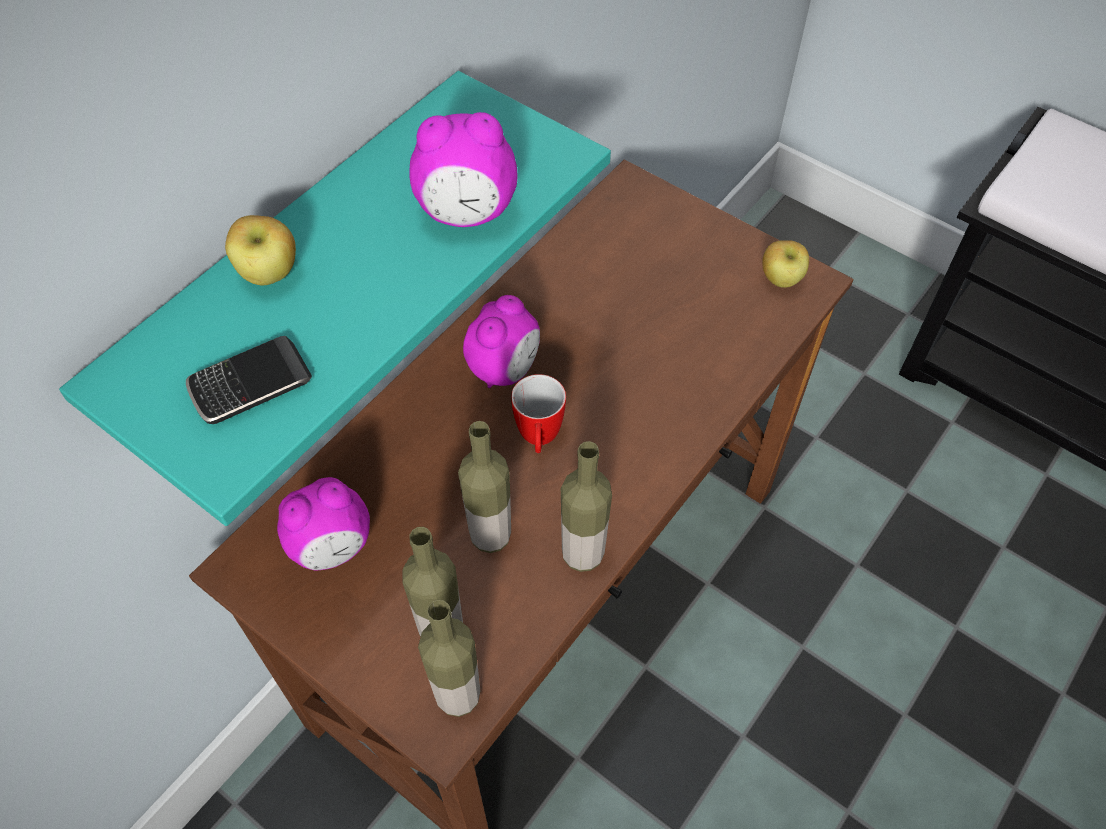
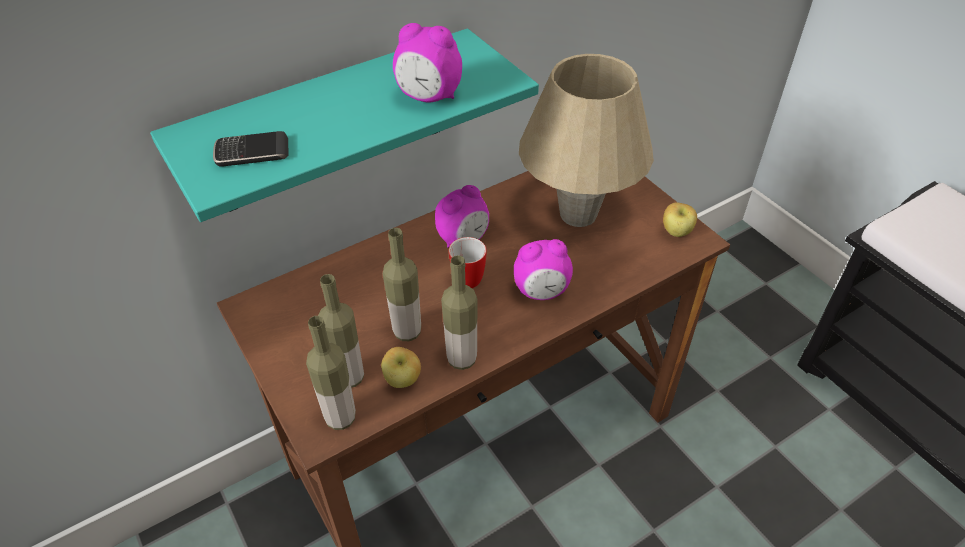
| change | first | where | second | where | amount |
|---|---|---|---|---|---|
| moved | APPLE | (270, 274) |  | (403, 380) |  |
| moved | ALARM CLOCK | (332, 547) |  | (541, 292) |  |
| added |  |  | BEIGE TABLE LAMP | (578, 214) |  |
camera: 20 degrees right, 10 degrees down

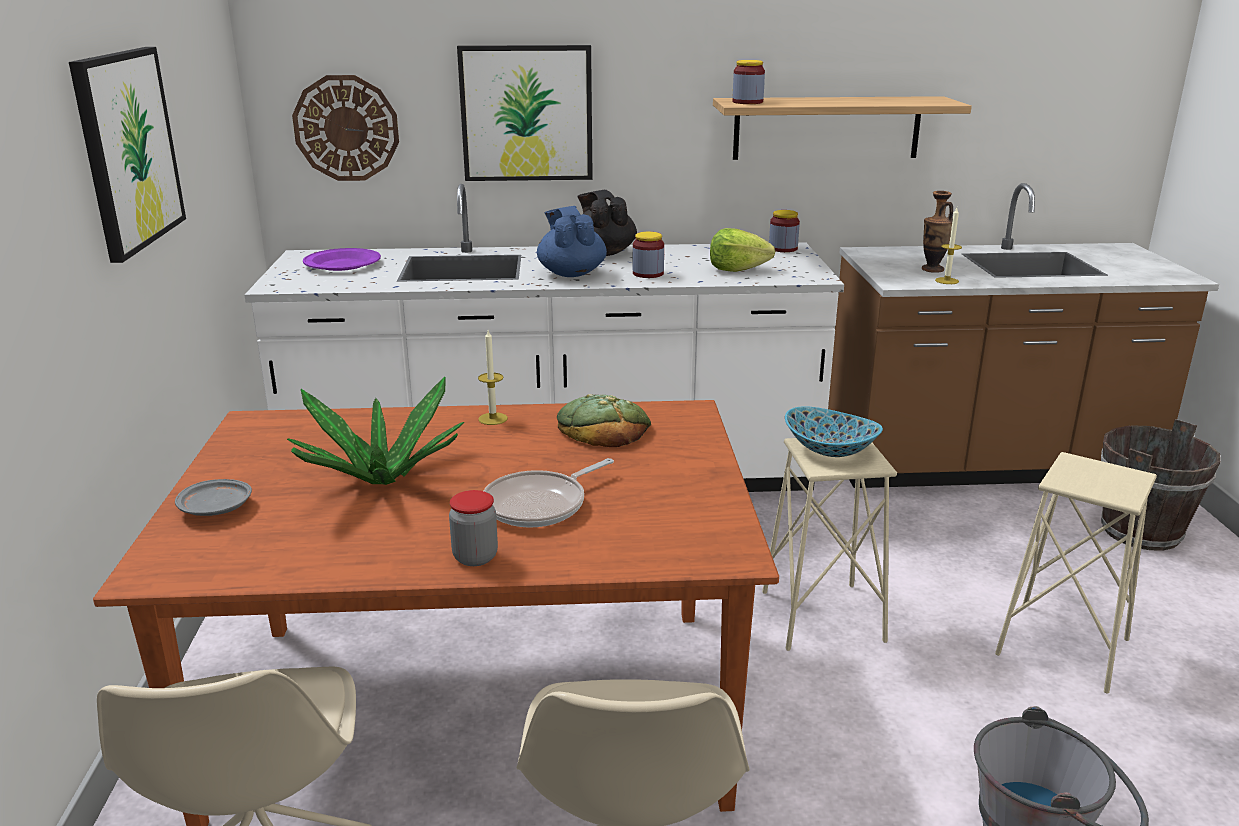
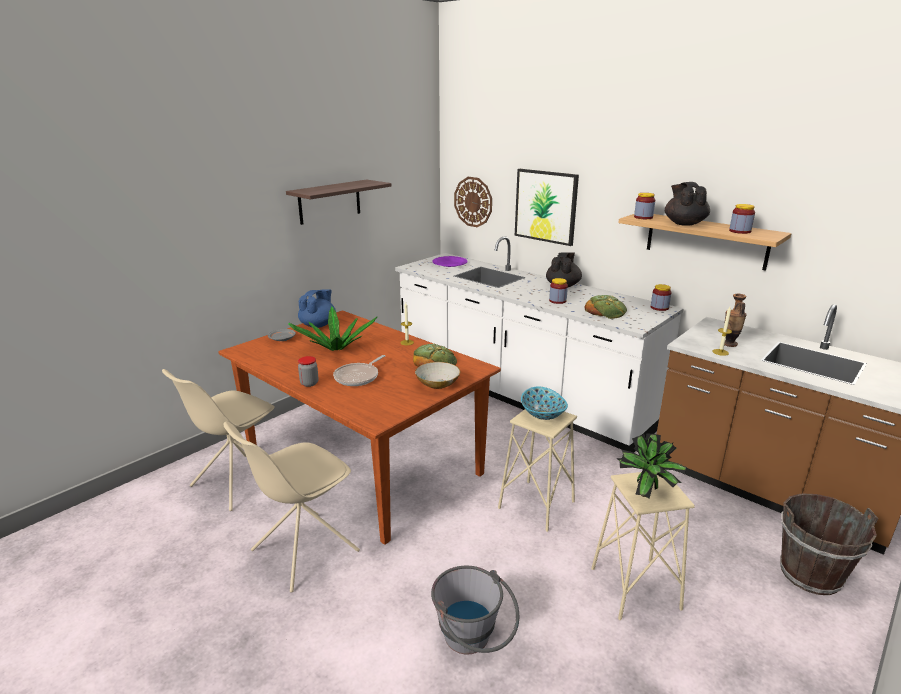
| change | first | where | second | where | amount |
|---|---|---|---|---|---|
| replaced | PICTURE | (128, 149) | SHELF | (329, 201) |  |
| turned | FRYING PAN | (540, 505) |  | (358, 377) | 60 degrees counterclockwise |
| moved | BLUE TEAPOT | (571, 273) |  | (318, 325) |  |
| replaced | LETTUCE | (737, 269) | BREAD | (605, 311) |  |
| added |  |  | BOWL | (437, 384) |  |
| added |  |  | POTTED PLANT | (647, 497) |  |
| added |  |  | BLACK TEAPOT | (684, 223) |  |
| added |  |  | JAR | (740, 231) |  |
camera: 45 degrees right, 0 degrees up

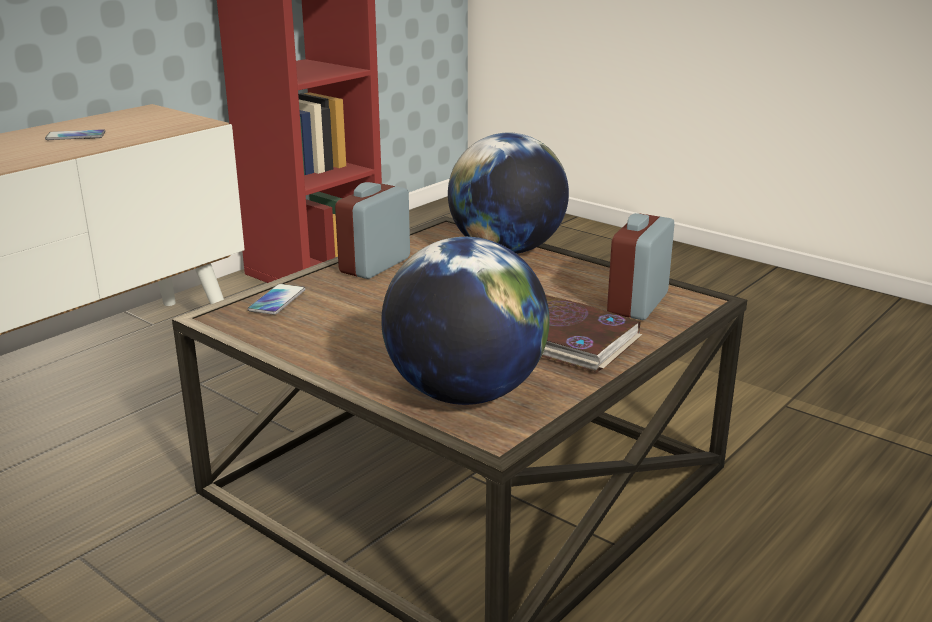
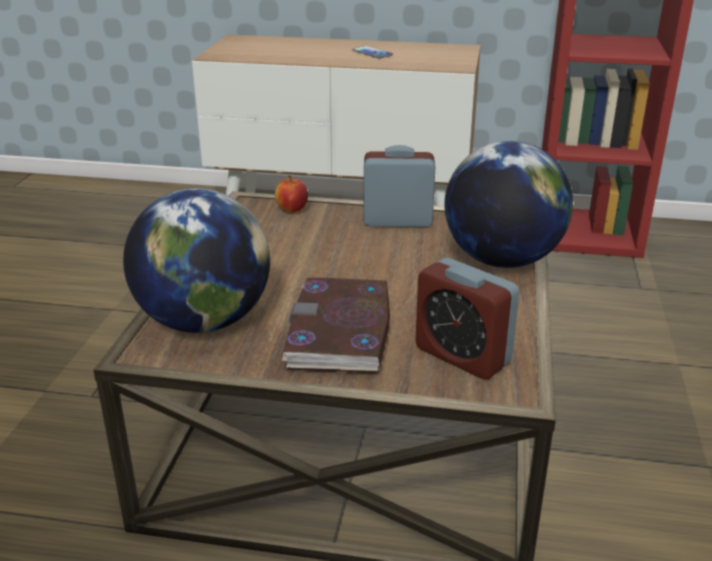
| change | first | where | second | where | amount |
|---|---|---|---|---|---|
| replaced | PHONE | (277, 300) | APPLE | (292, 209) |  |
| turned | ALARM CLOCK | (637, 304) |  | (462, 355) | 135 degrees counterclockwise |
camera: 60 degrees right, 5 degrees up

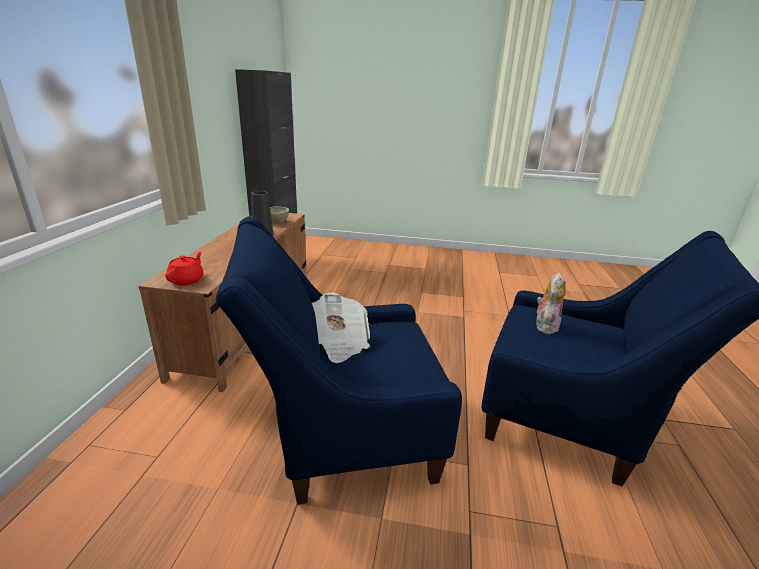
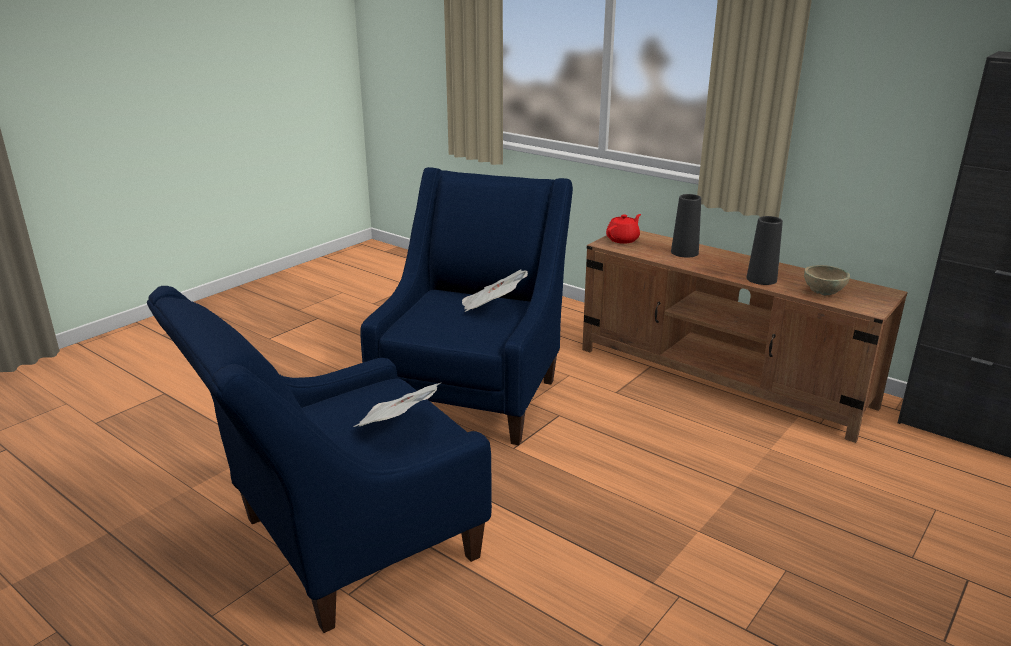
| change | first | where | second | where | amount |
|---|---|---|---|---|---|
| turned | RED TEAPOT | (187, 280) |  | (623, 239) | 90 degrees counterclockwise |
| replaced | PLUSH TOY | (545, 326) | NEWSPAPER | (398, 425) |  |
| added |  |  | BLACK VASE | (684, 252) |  |
camera: 120 degrees right, 0 degrees up

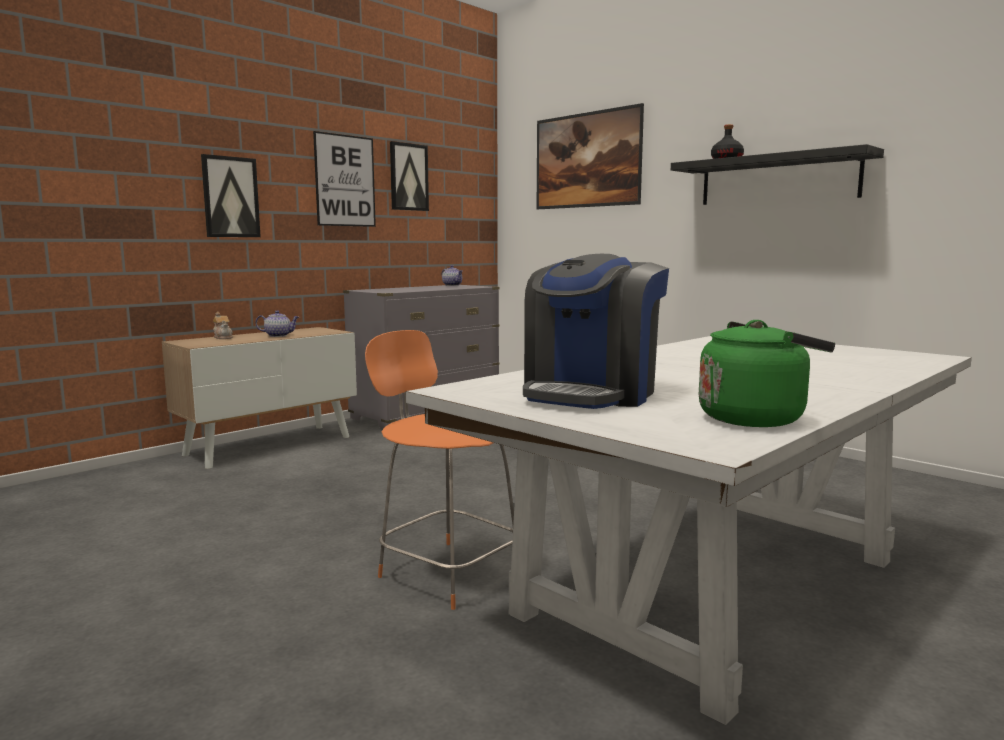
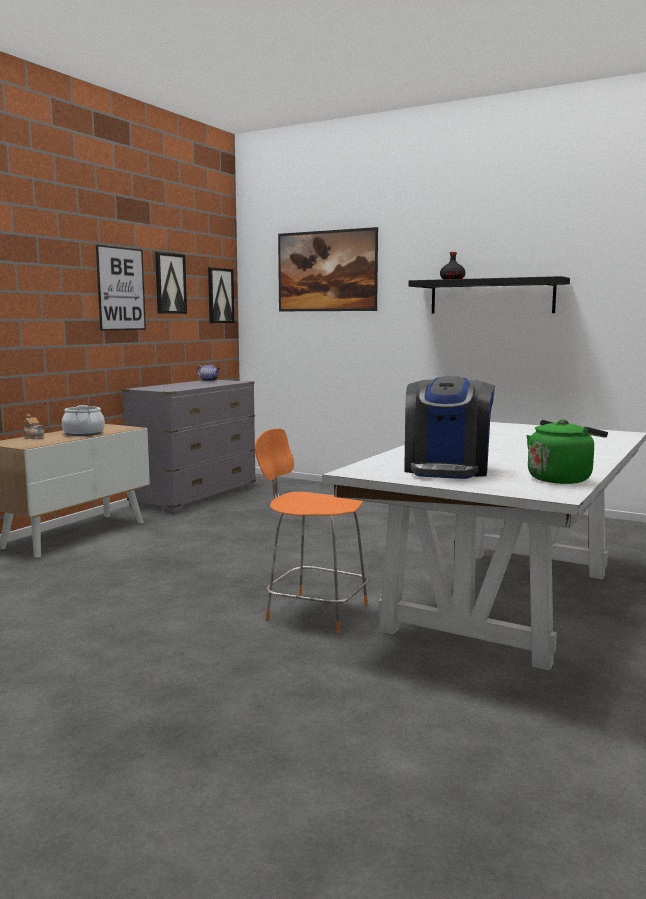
| change | first | where | second | where | amount |
|---|---|---|---|---|---|
| moved | PICTURE | (230, 197) |  | (220, 295) |  |
| replaced | TEAPOT | (278, 335) | COOKING POT | (83, 433) |  |
camera: 15 degrees left, 0 degrees up

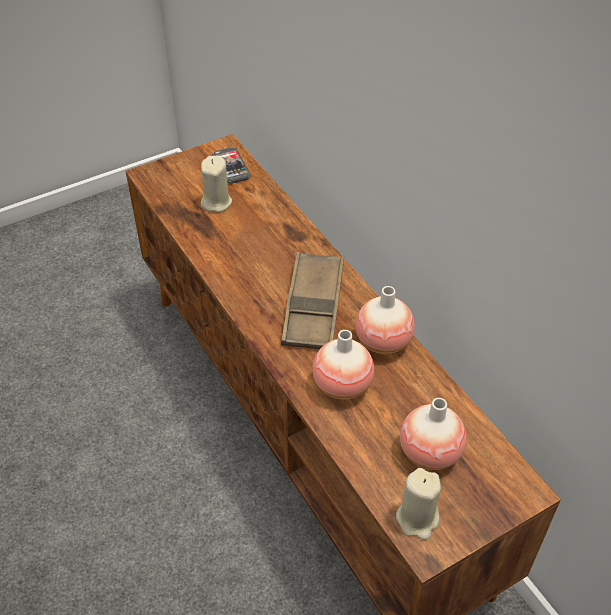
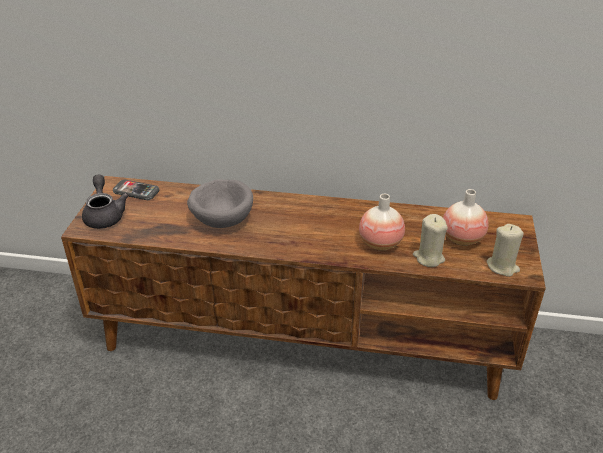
| change | first | where | second | where | amount |
|---|---|---|---|---|---|
| moved | BEIGE CANDLE | (216, 202) |  | (428, 258) |  |
| removed | BROWN TRAY | (313, 306) |  |  |  |
| removed | VASE | (383, 342) |  |  |  |
| added |  |  | GREY TEAPOT | (104, 215) |  |
| added |  |  | GREY BOWL | (222, 219) |  |
camera: 50 degrees left, 10 degrees down

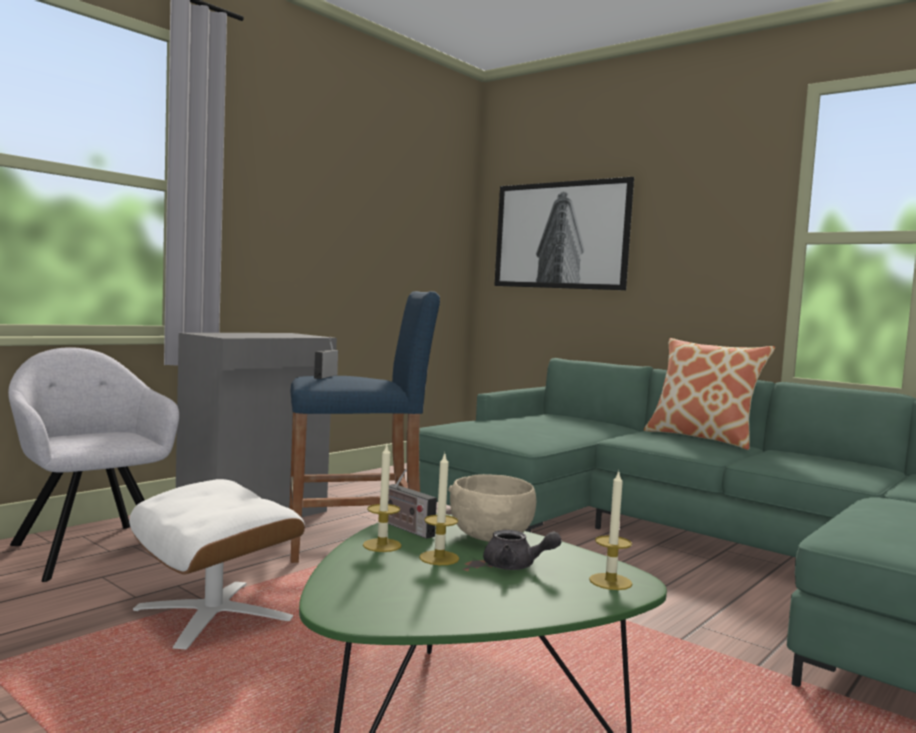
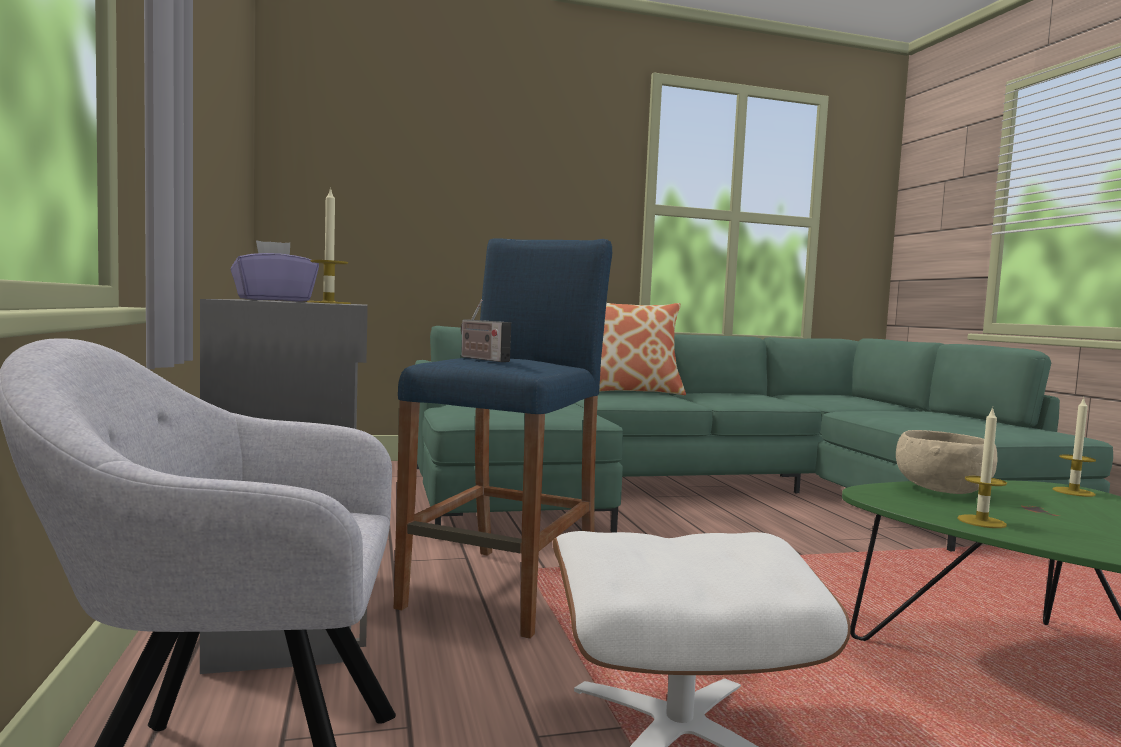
| change | first | where | second | where | amount |
|---|---|---|---|---|---|
| removed | RADIO | (405, 528) |  |  |  |
| moved | CANDLE | (439, 558) |  | (328, 303) |  |
| removed | GREY TEAPOT | (516, 566) |  |  |  |
| removed | PICTURE | (560, 235) |  |  |  |
| added |  |  | PURPLE TISSUE BOX | (274, 300) |  |
camera: 55 degrees left, 0 degrees up

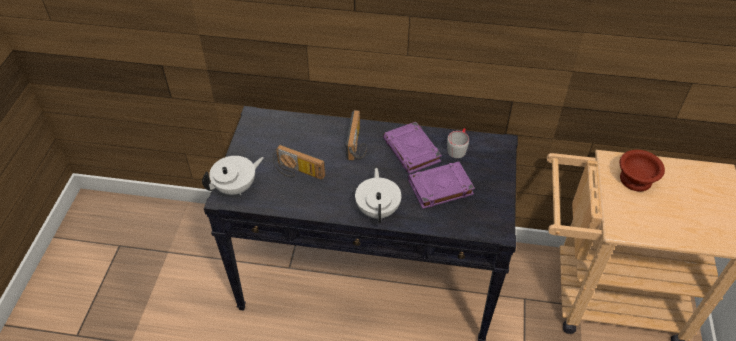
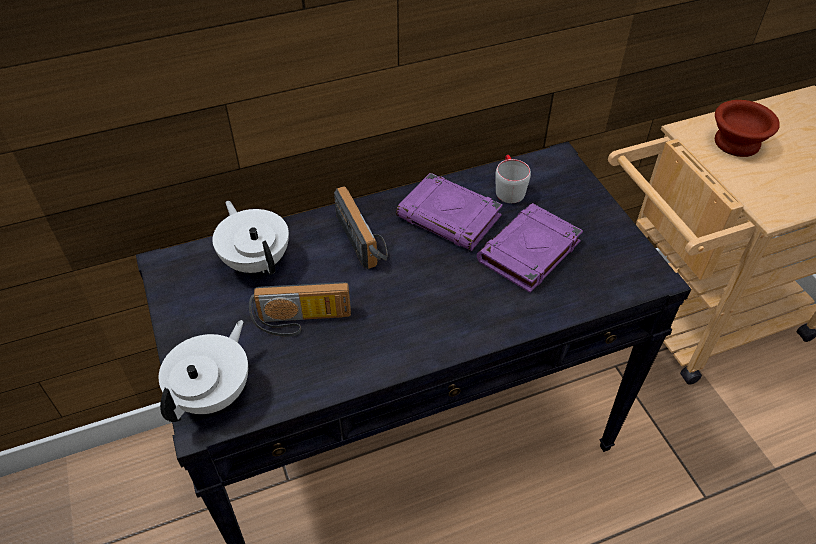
| change | first | where | second | where | amount |
|---|---|---|---|---|---|
| moved | WHITE TEAPOT | (378, 209) |  | (256, 260) |  |
camera: 30 degrees left, 0 degrees up

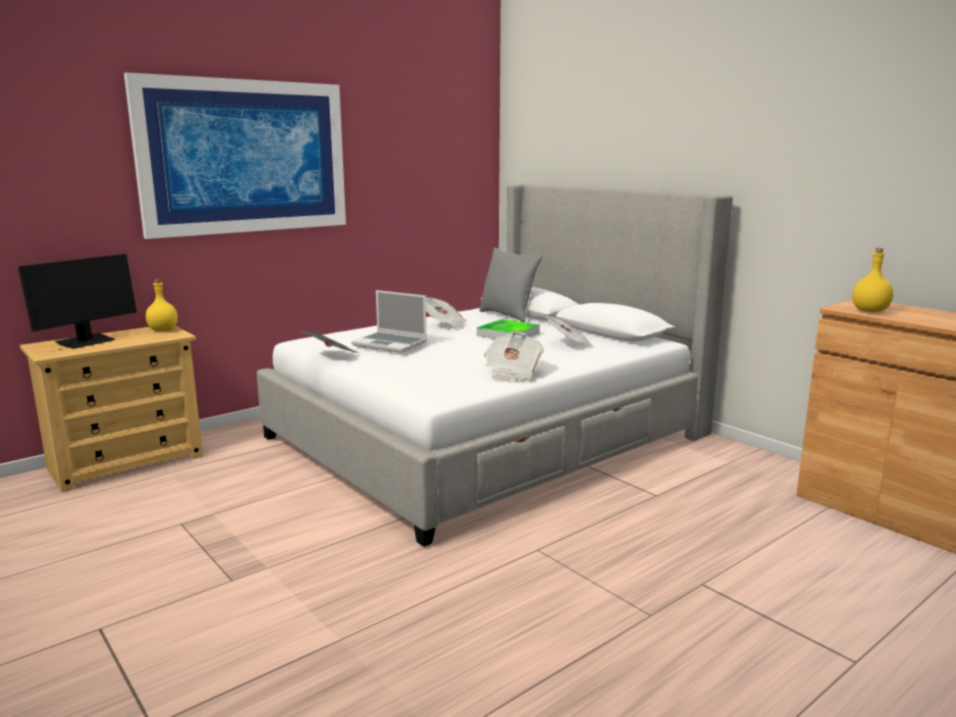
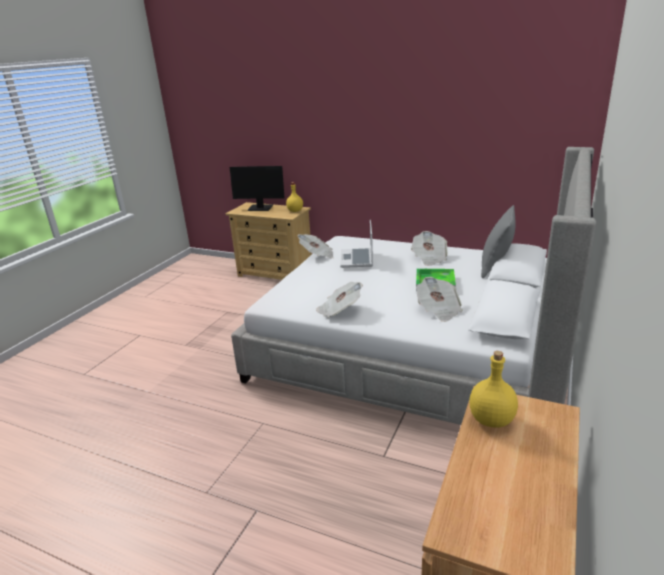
| change | first | where | second | where | amount |
|---|---|---|---|---|---|
| removed | PICTURE | (245, 157) |  |  |  |
camera: 65 degrees right, 10 degrees up

